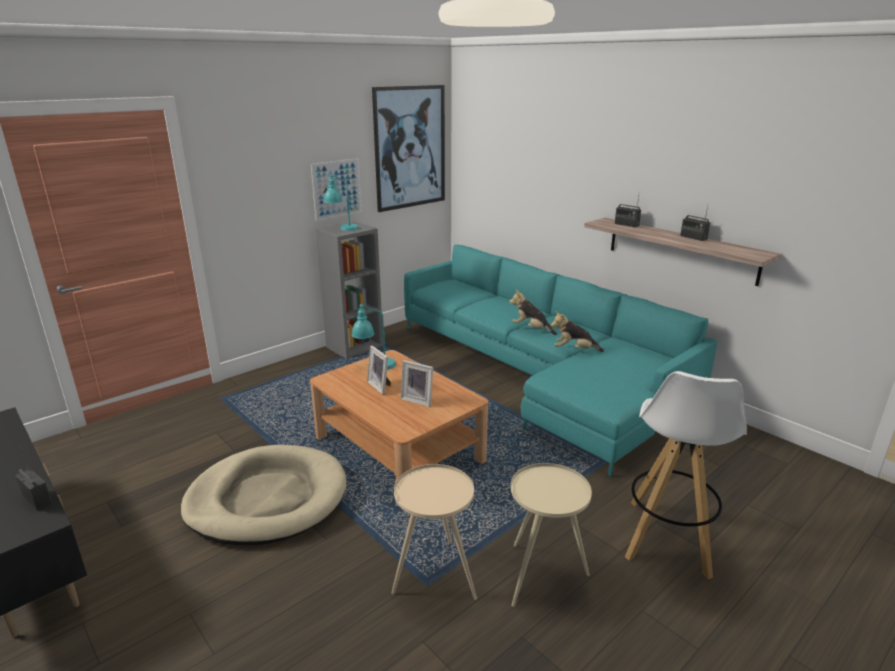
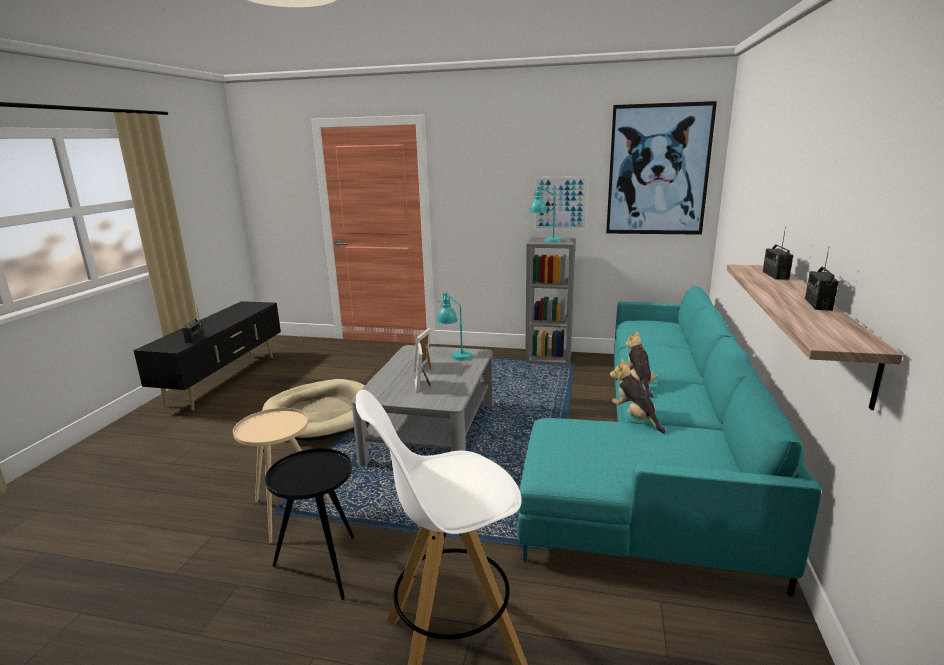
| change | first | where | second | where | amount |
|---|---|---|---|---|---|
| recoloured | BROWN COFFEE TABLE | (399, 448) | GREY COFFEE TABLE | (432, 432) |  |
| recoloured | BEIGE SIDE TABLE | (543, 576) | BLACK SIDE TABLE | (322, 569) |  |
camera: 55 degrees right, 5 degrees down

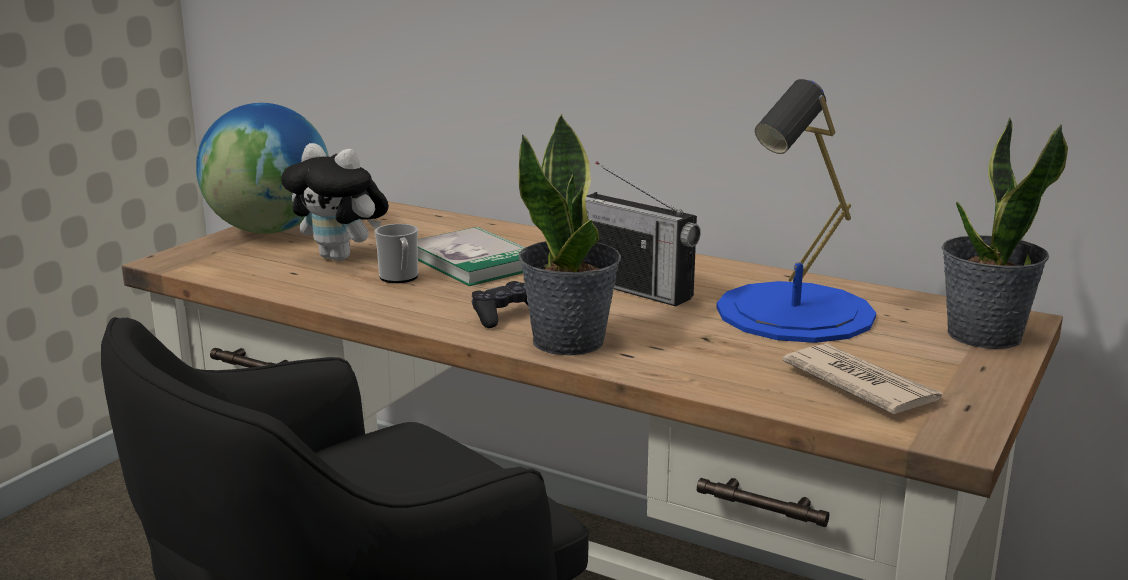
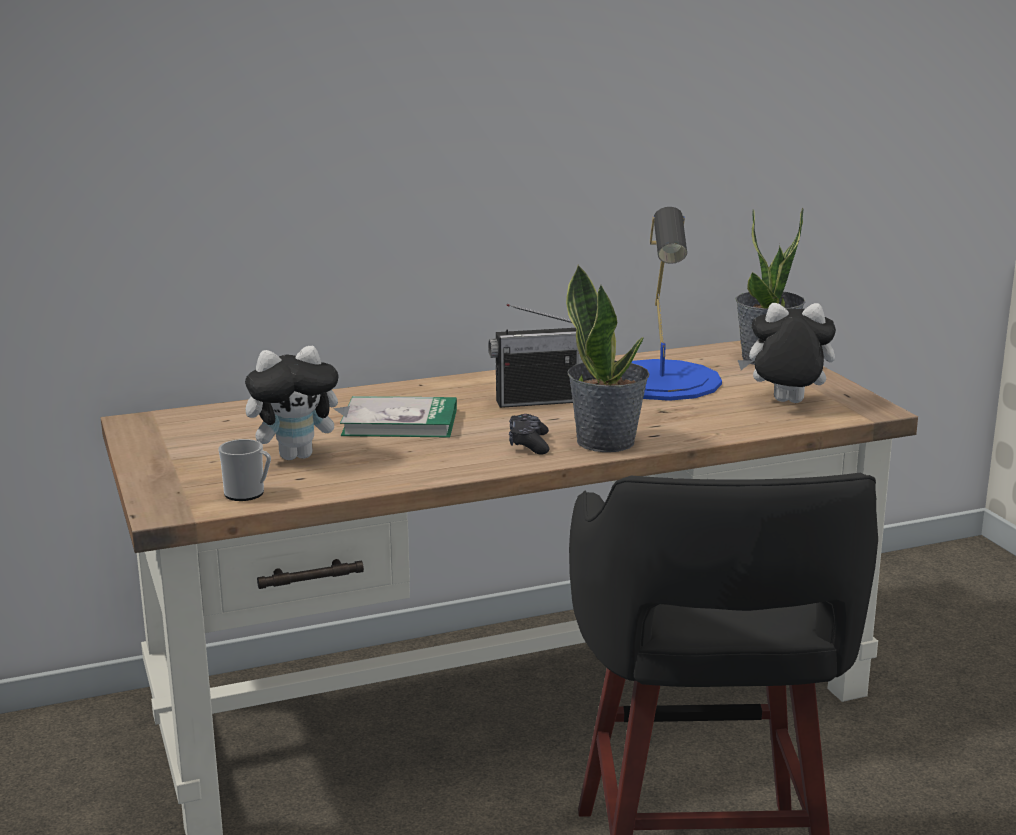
| change | first | where | second | where | amount |
|---|---|---|---|---|---|
| removed | GLOBE | (270, 230) |  |  |  |
| moved | MUG | (400, 278) |  | (248, 494) |  |
| replaced | NEWSPAPER | (860, 384) | PLUSH TOY | (786, 403) |  |
camera: 50 degrees left, 0 degrees up

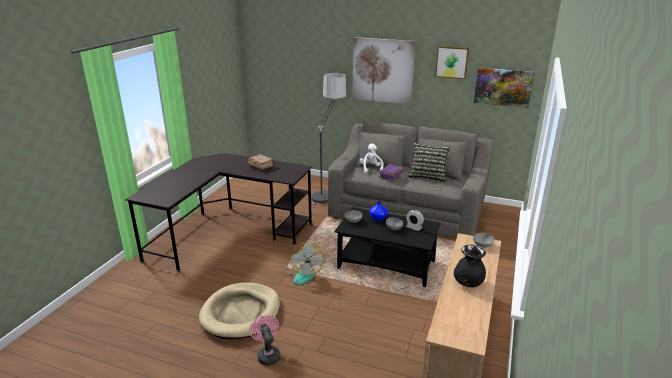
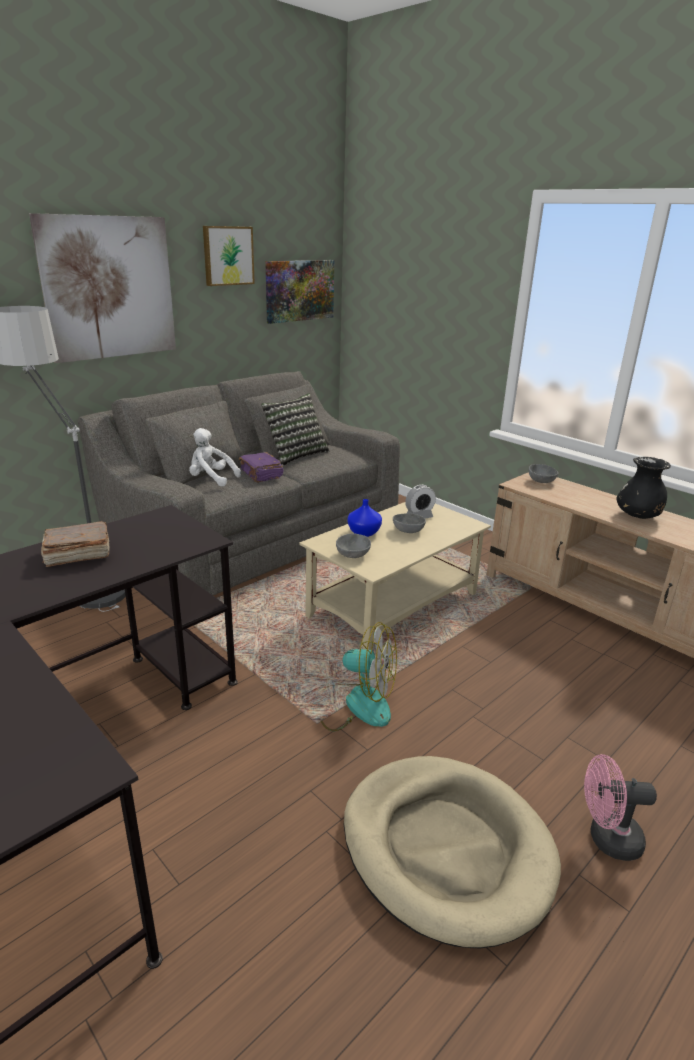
| change | first | where | second | where | amount |
|---|---|---|---|---|---|
| recoloured | BLACK COFFEE TABLE | (387, 265) | BEIGE COFFEE TABLE | (394, 604) |  |
camera: 65 degrees left, 0 degrees up

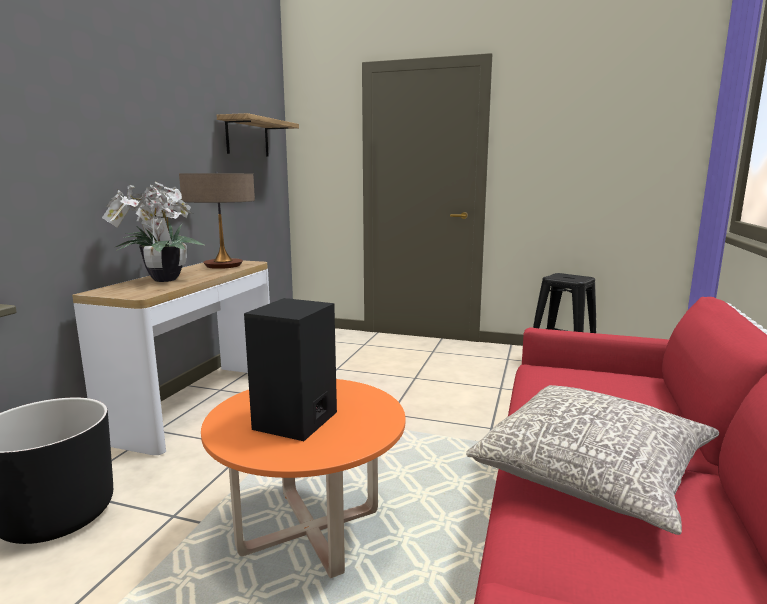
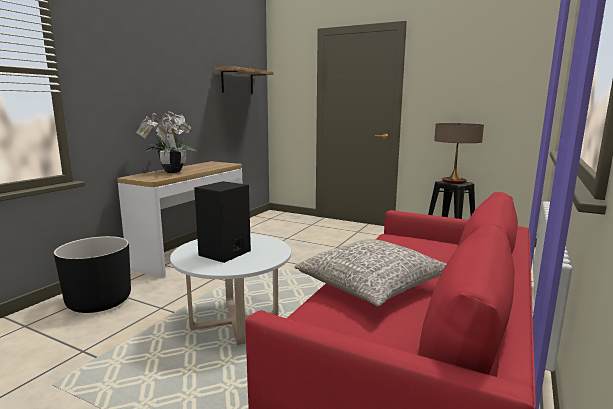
| change | first | where | second | where | amount |
|---|---|---|---|---|---|
| moved | TABLE LAMP | (223, 265) |  | (454, 182) |  |
| recoloured | ORANGE COFFEE TABLE | (310, 530) | WHITE COFFEE TABLE | (235, 322) |  |
camera: 10 degrees right, 0 degrees up

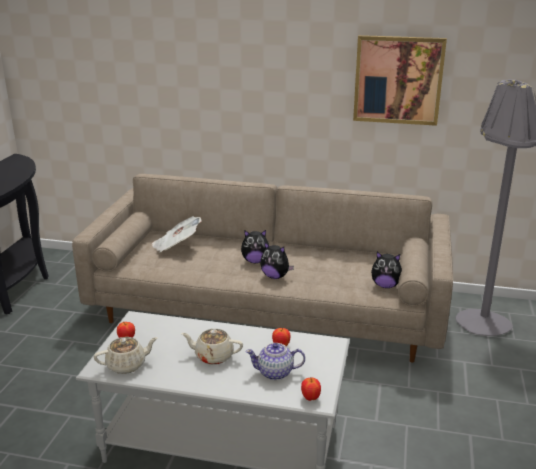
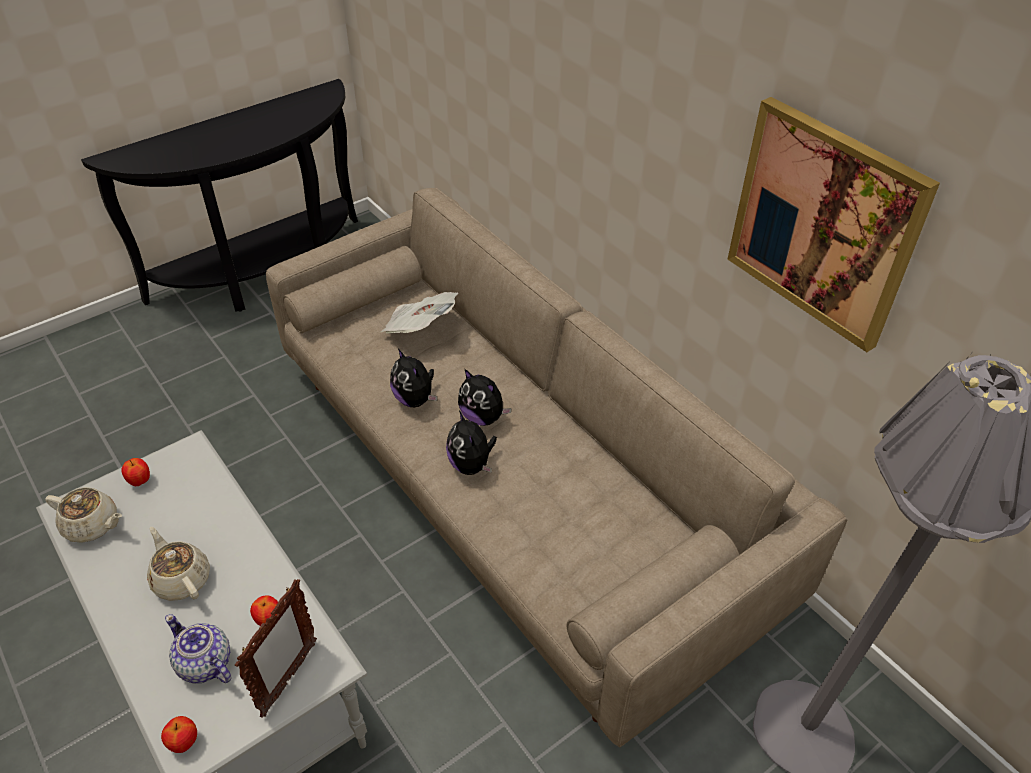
| change | first | where | second | where | amount |
|---|---|---|---|---|---|
| moved | PLUSH TOY | (385, 285) |  | (415, 399) |  |
| added |  |  | PICTURE FRAME | (289, 679) |  |
camera: 40 degrees right, 20 degrees up

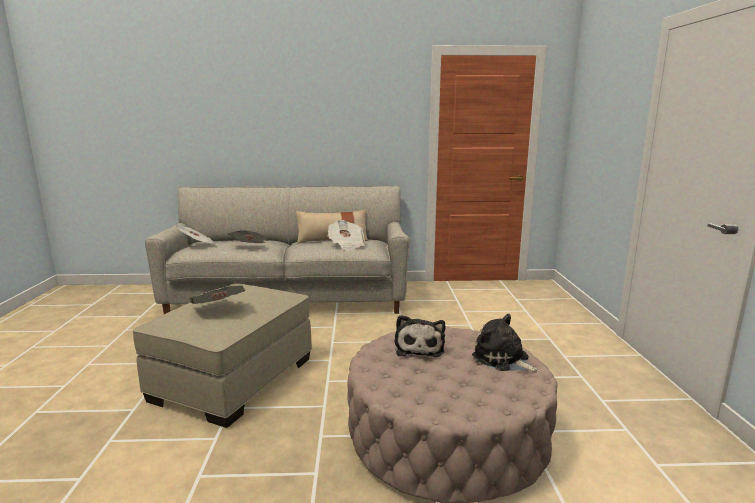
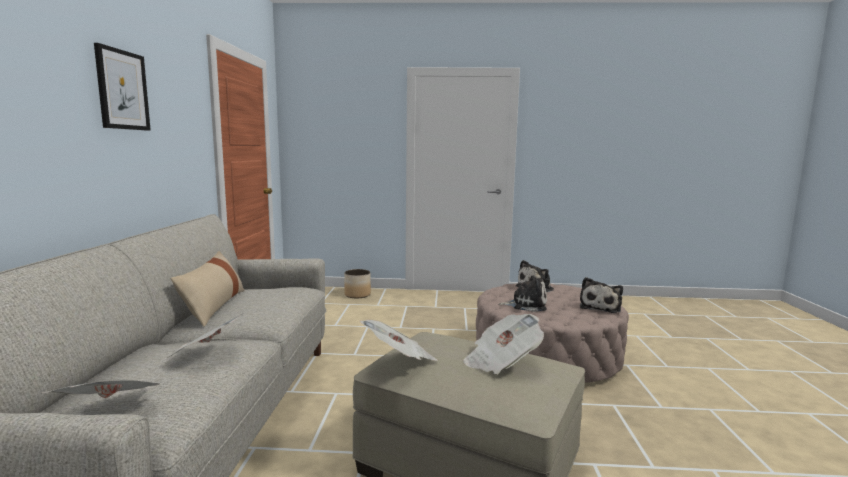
| change | first | where | second | where | amount |
|---|---|---|---|---|---|
| moved | NEWSPAPER | (346, 245) |  | (399, 359) |  |
| added |  |  | PICTURE | (122, 90) |  |
| added |  |  | PLANTER | (357, 295) |  |
| added |  |  | PLUSH TOY | (600, 307) |  |
camera: 85 degrees left, 5 degrees down

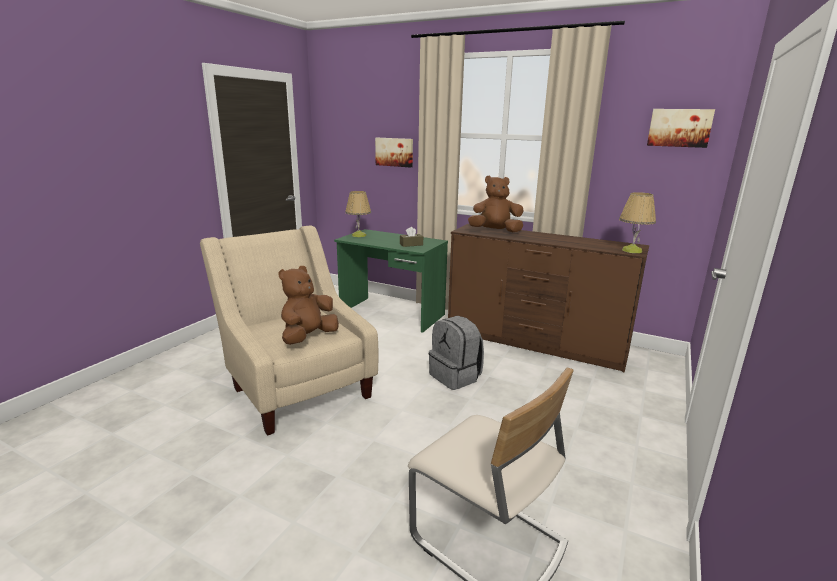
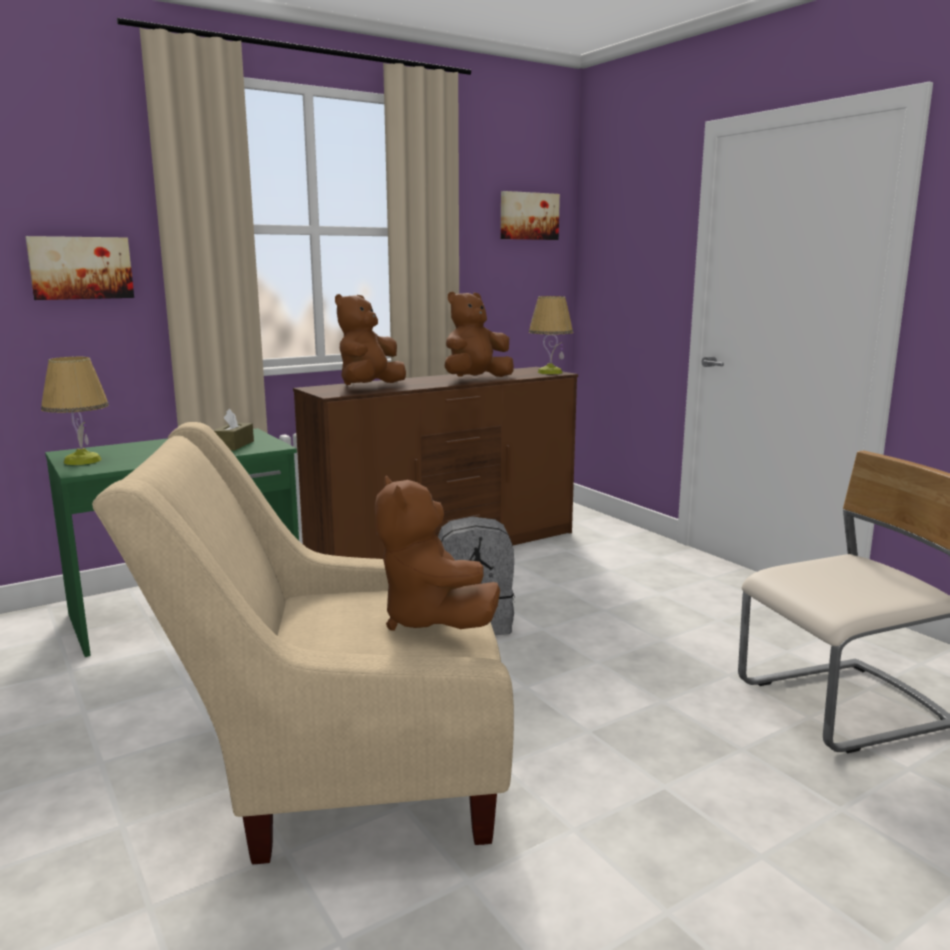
| change | first | where | second | where | amount |
|---|---|---|---|---|---|
| added |  |  | BROWN PLUSH TOY | (475, 379) |  |
camera: 60 degrees left, 5 degrees down

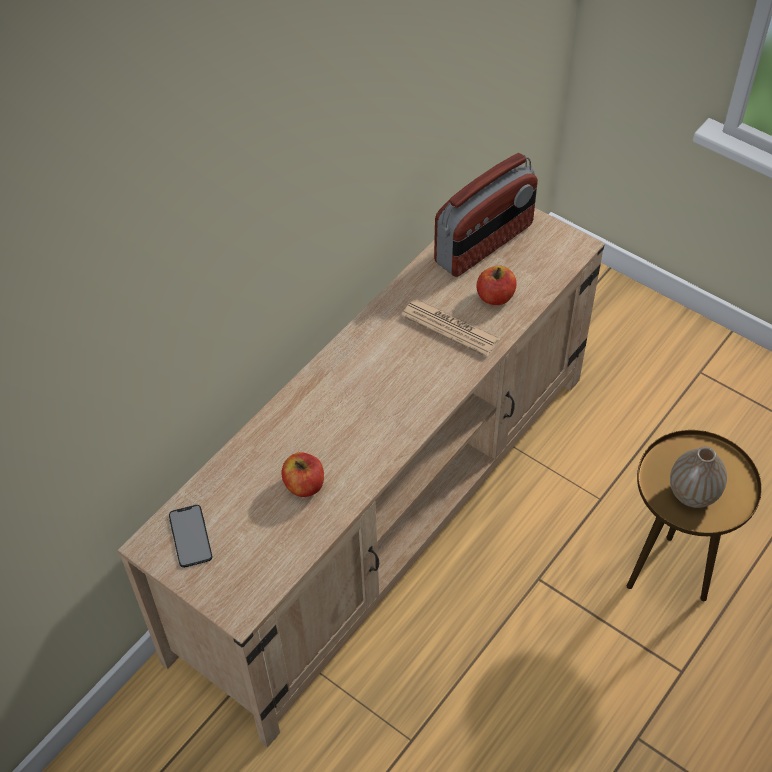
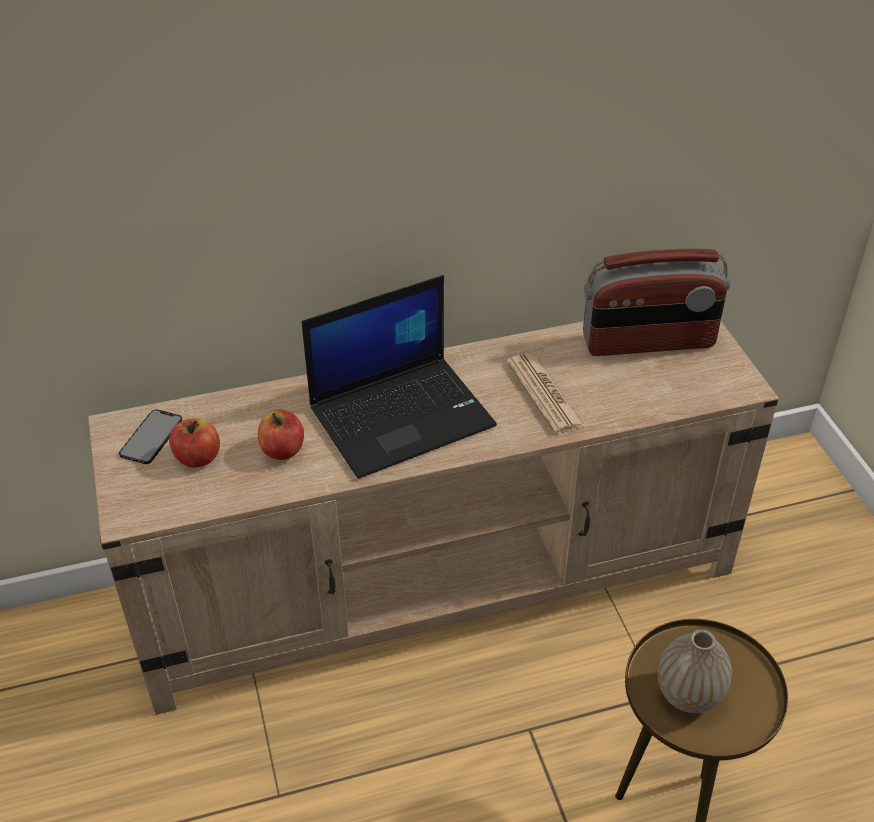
| change | first | where | second | where | amount |
|---|---|---|---|---|---|
| moved | APPLE | (495, 297) |  | (197, 458) |  |
| added |  |  | LAPTOP | (403, 415) |  |
camera: 35 degrees right, 10 degrees down

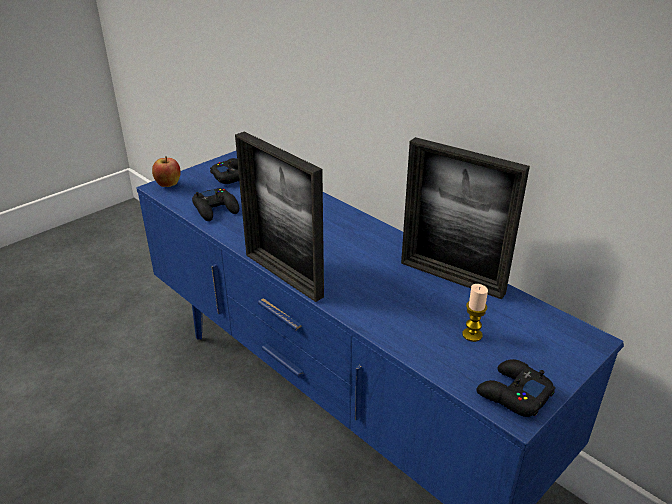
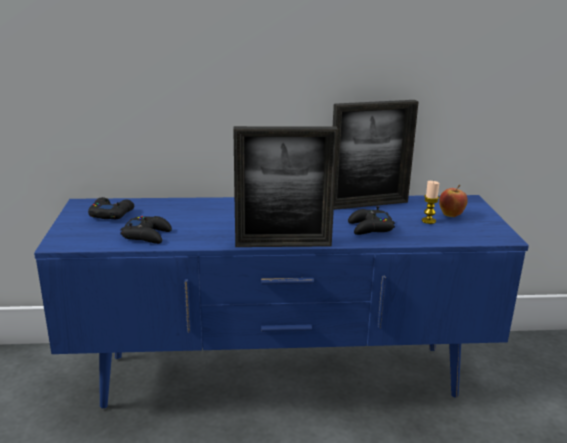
| change | first | where | second | where | amount |
|---|---|---|---|---|---|
| moved | APPLE | (168, 185) |  | (451, 216) |  |
| moved | BLACK GAME CONTROLLER | (513, 394) |  | (370, 228) |  |
camera: 50 degrees left, 10 degrees down

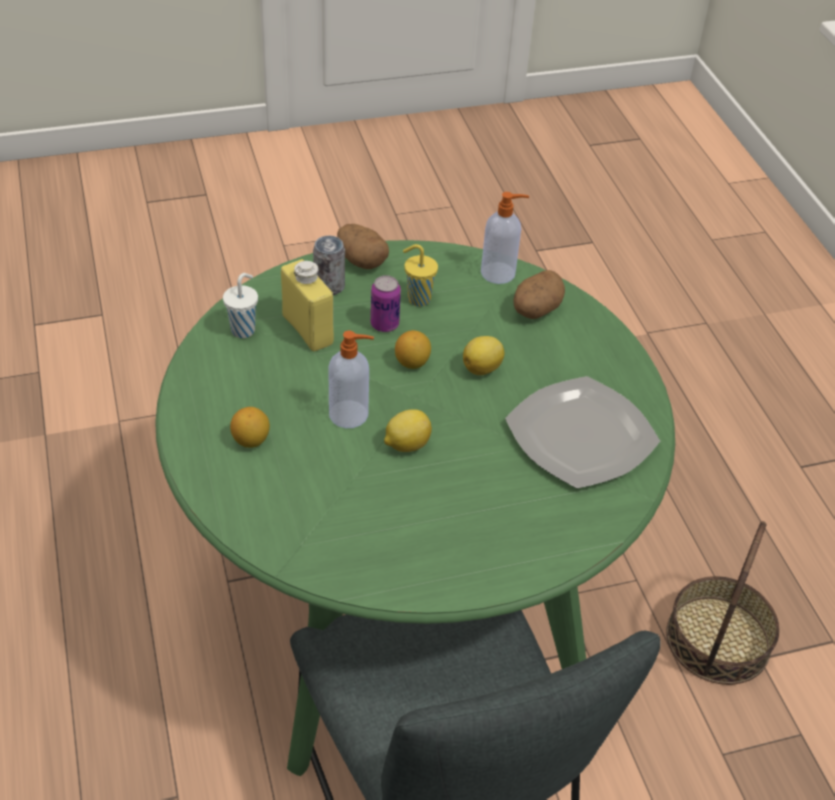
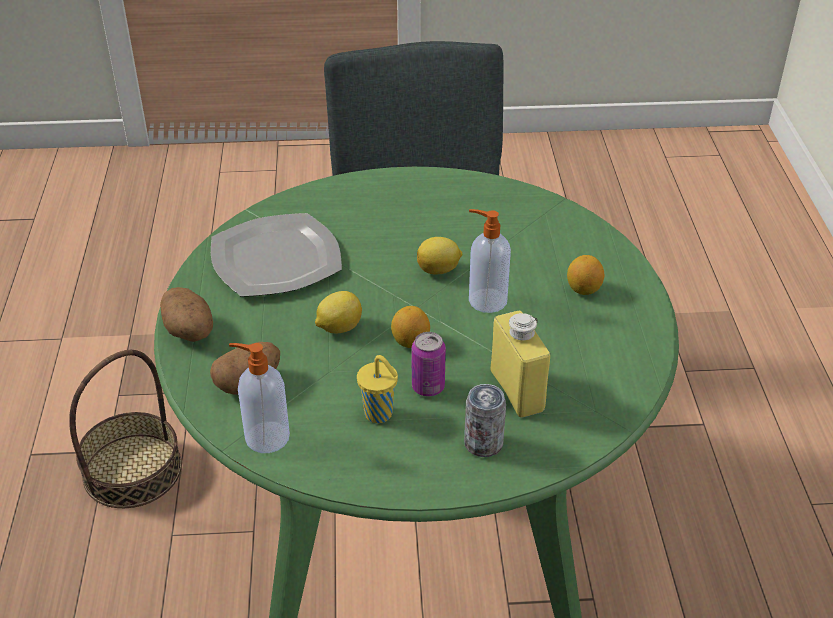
| change | first | where | second | where | amount |
|---|---|---|---|---|---|
| removed | WHITE CUP | (244, 329) |  |  |  |
| moved | POTATO | (361, 260) |  | (190, 332) |  |
camera: 165 degrees left, 5 degrees down

